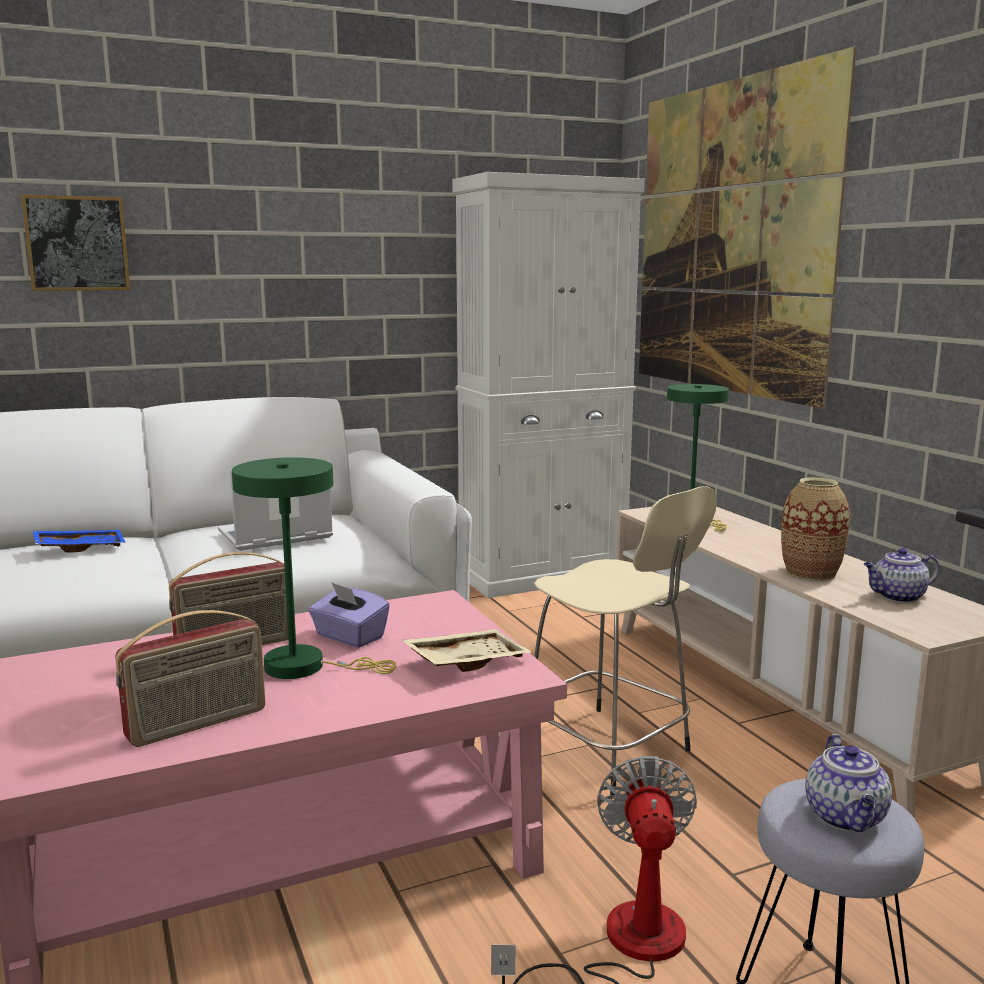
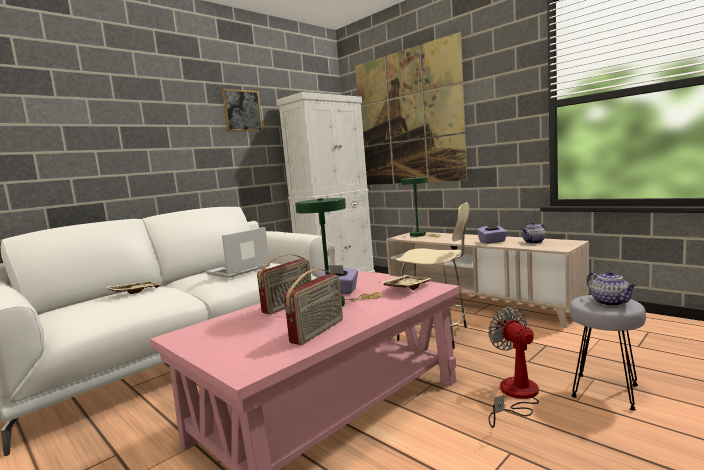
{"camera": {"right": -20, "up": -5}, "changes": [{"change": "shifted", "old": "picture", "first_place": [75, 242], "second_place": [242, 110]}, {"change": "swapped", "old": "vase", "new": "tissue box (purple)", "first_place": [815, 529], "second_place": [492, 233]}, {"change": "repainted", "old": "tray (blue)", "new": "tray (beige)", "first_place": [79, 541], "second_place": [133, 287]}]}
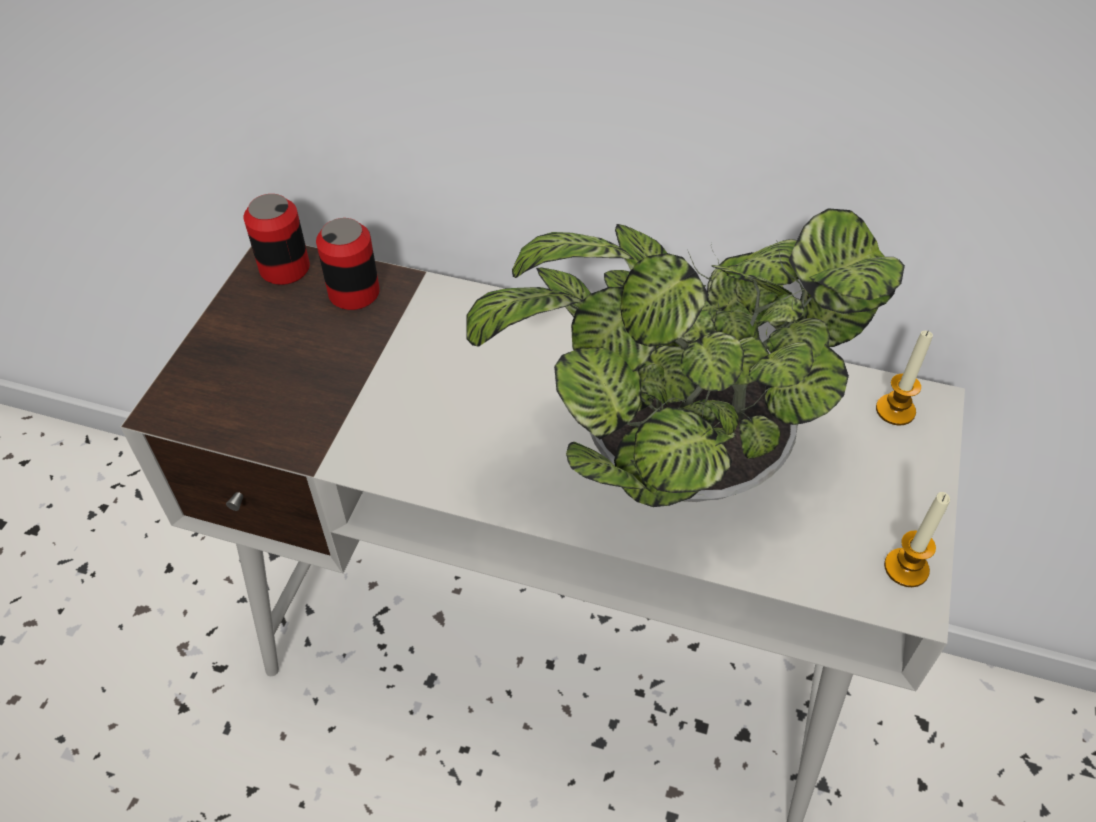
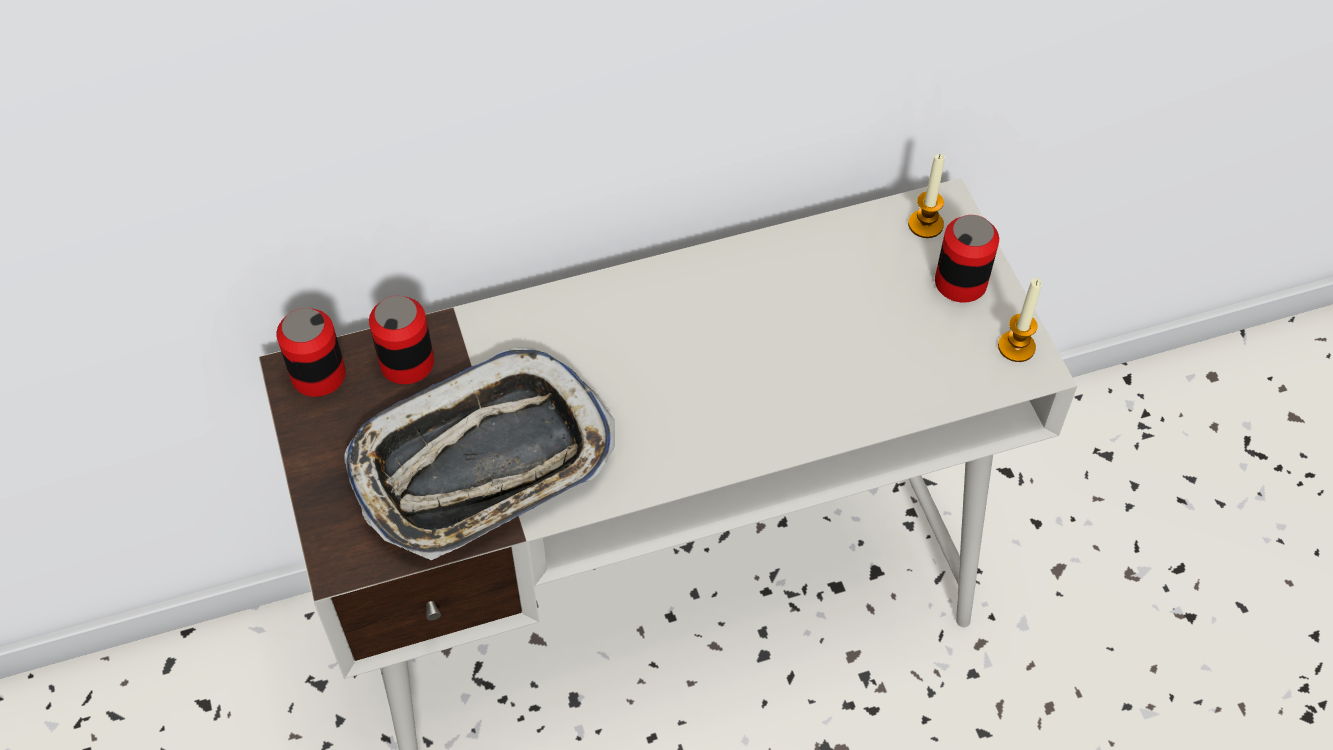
{"camera": {"right": -35, "up": 5}, "changes": [{"change": "gone", "old": "potted plant", "first_place": [685, 357]}, {"change": "new", "new": "tray", "second_place": [479, 453]}, {"change": "new", "new": "can", "second_place": [967, 259]}]}
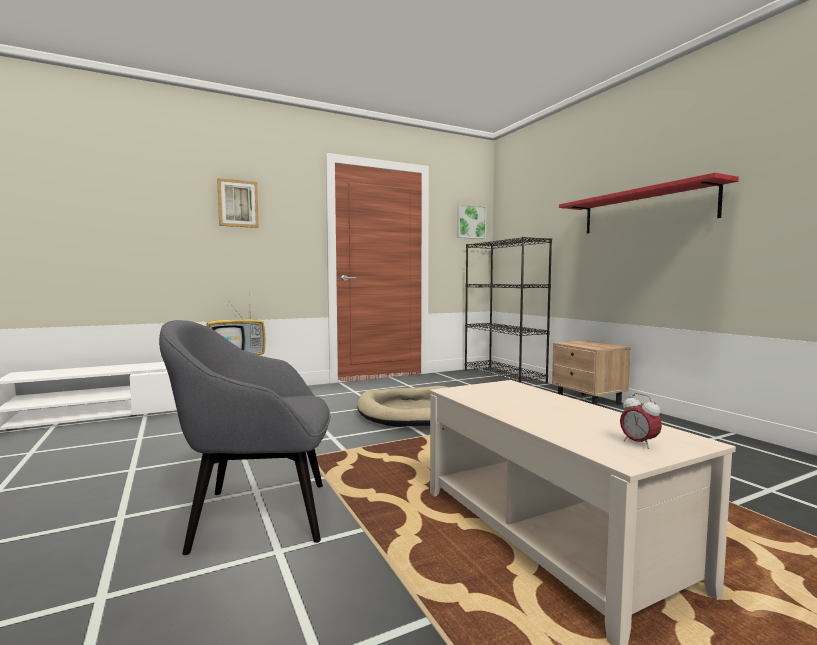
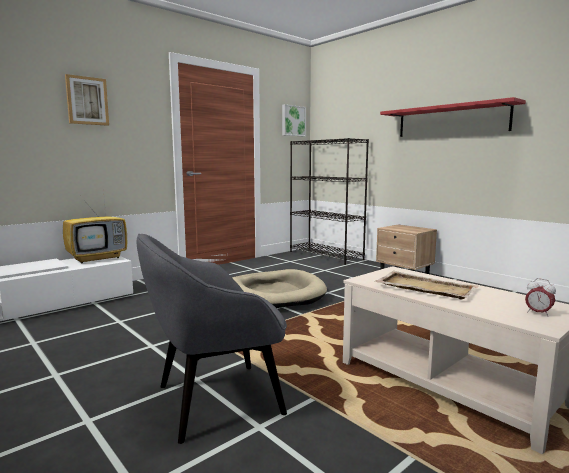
{"camera": {"right": -15, "up": 5}, "changes": [{"change": "new", "new": "tray (beige)", "second_place": [426, 285]}]}
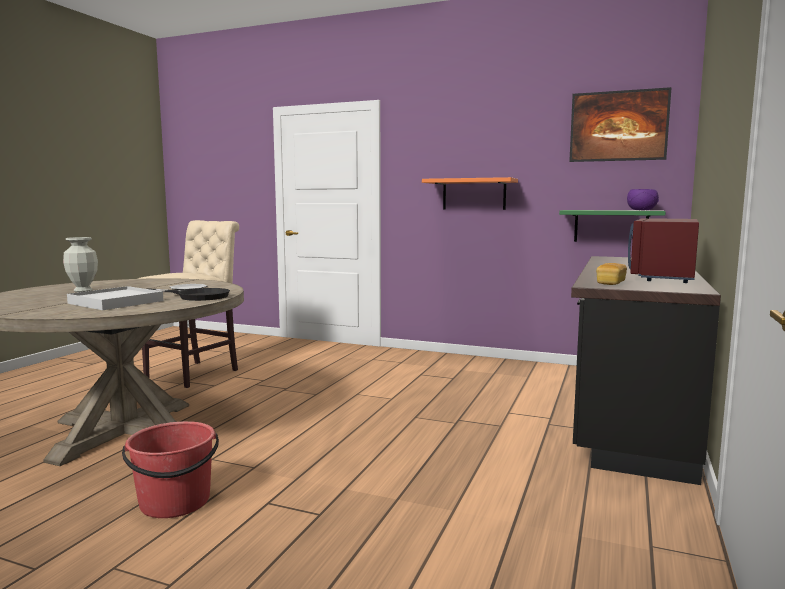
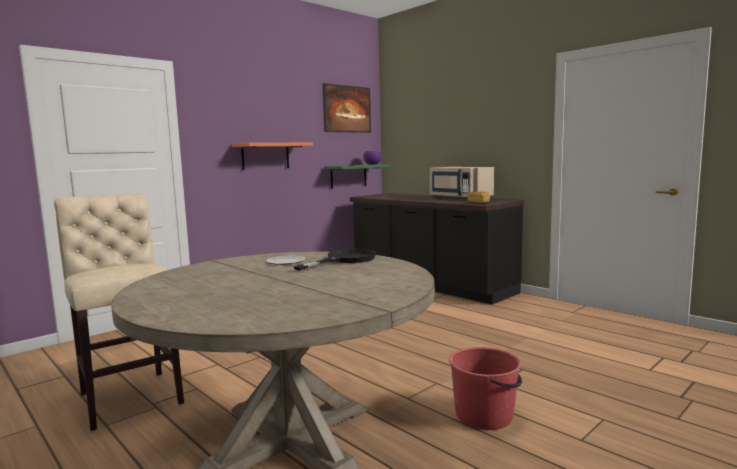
{"camera": {"right": -65, "up": 0}, "changes": [{"change": "gone", "old": "vase", "first_place": [80, 264]}, {"change": "gone", "old": "tray (white)", "first_place": [115, 298]}, {"change": "repainted", "old": "microwave (red)", "new": "microwave (beige)", "first_place": [663, 250], "second_place": [462, 182]}]}
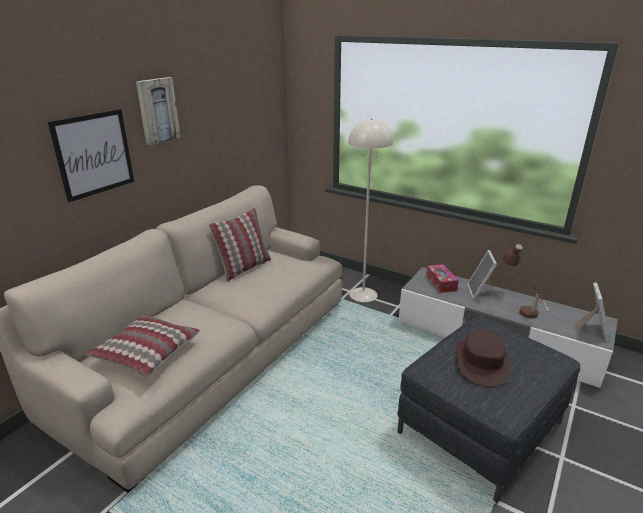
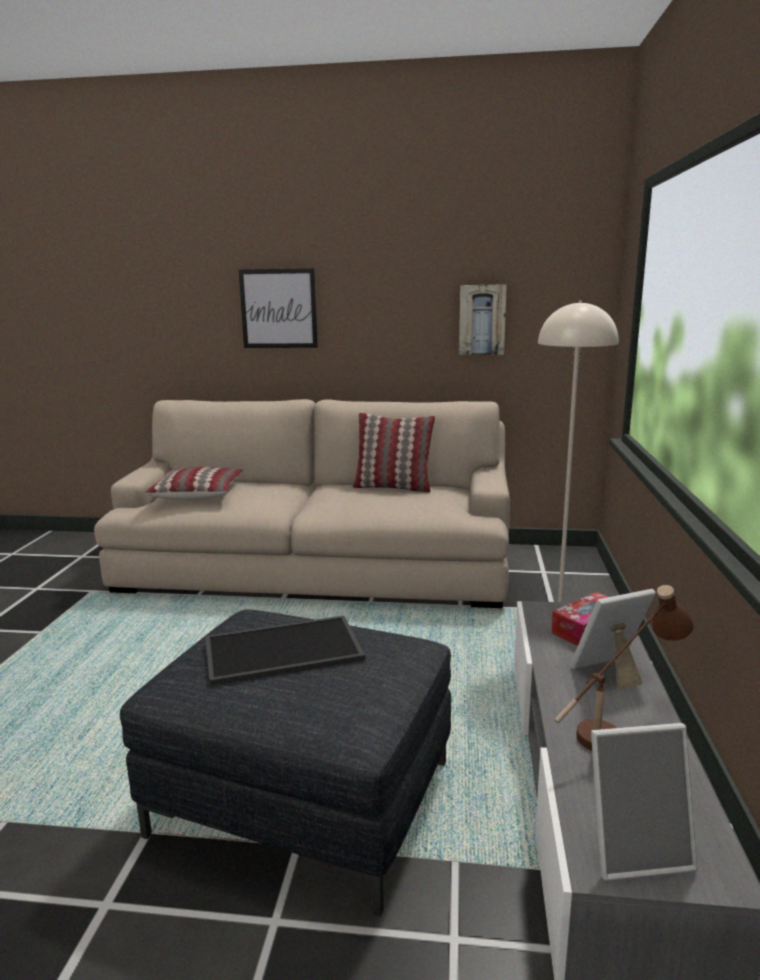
{"camera": {"right": 65, "up": -10}, "changes": [{"change": "shifted", "old": "picture", "first_place": [158, 111], "second_place": [483, 319]}, {"change": "swapped", "old": "hat (brown)", "new": "tray", "first_place": [483, 358], "second_place": [285, 651]}]}
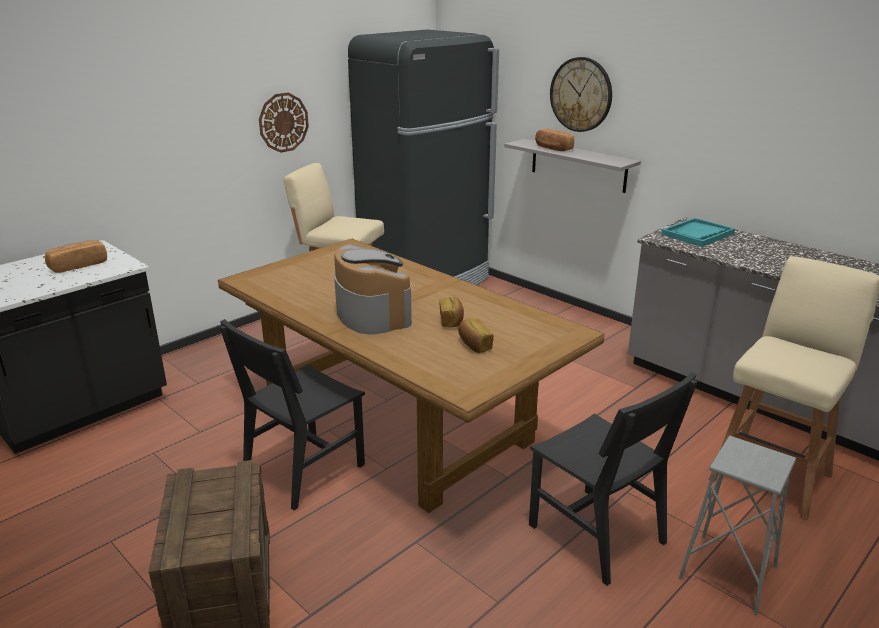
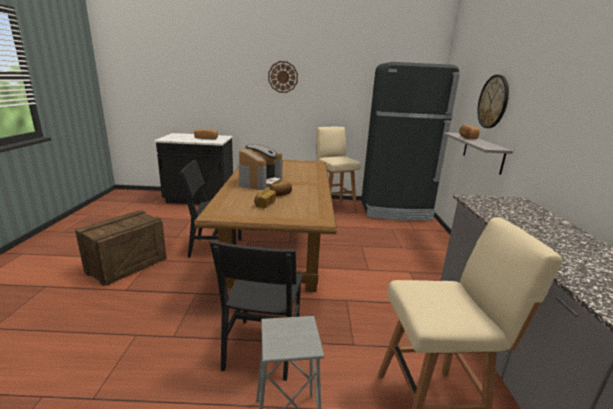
{"camera": {"right": 45, "up": -5}, "changes": [{"change": "gone", "old": "tray (turquoise)", "first_place": [698, 232]}, {"change": "shifted", "old": "wall clock", "first_place": [284, 123], "second_place": [283, 77]}]}
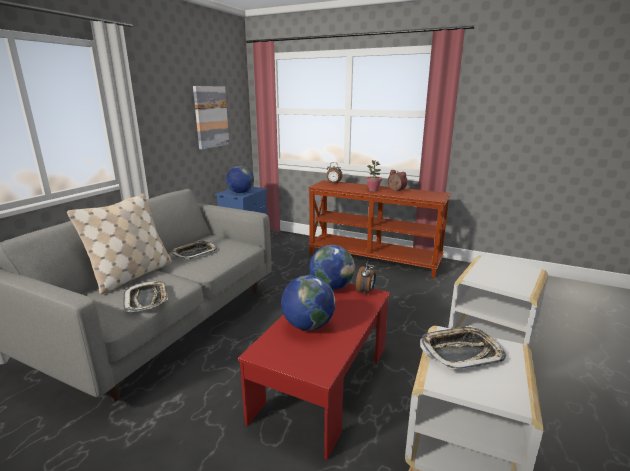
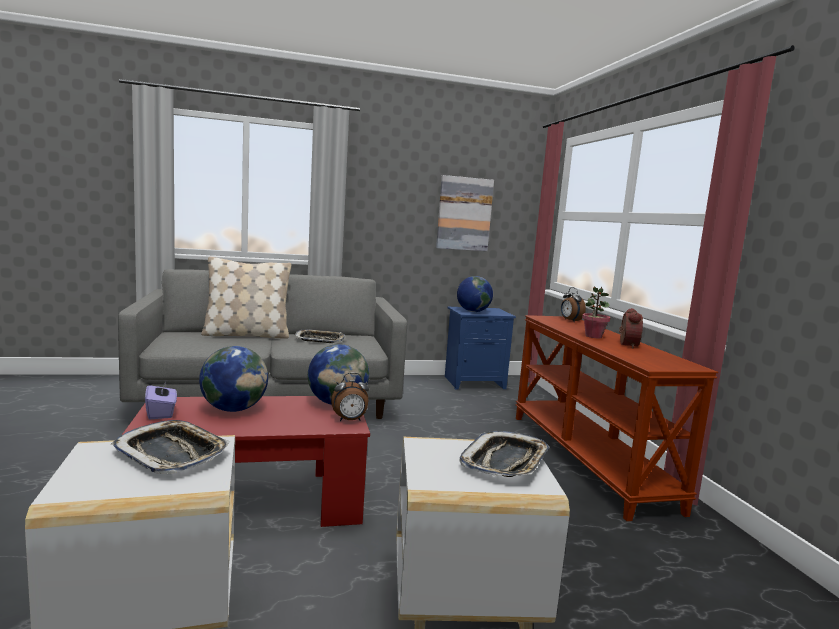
{"camera": {"right": 50, "up": -10}, "changes": [{"change": "new", "new": "tissue box (purple)", "second_place": [161, 399]}, {"change": "shifted", "old": "tray", "first_place": [145, 297], "second_place": [504, 454]}]}
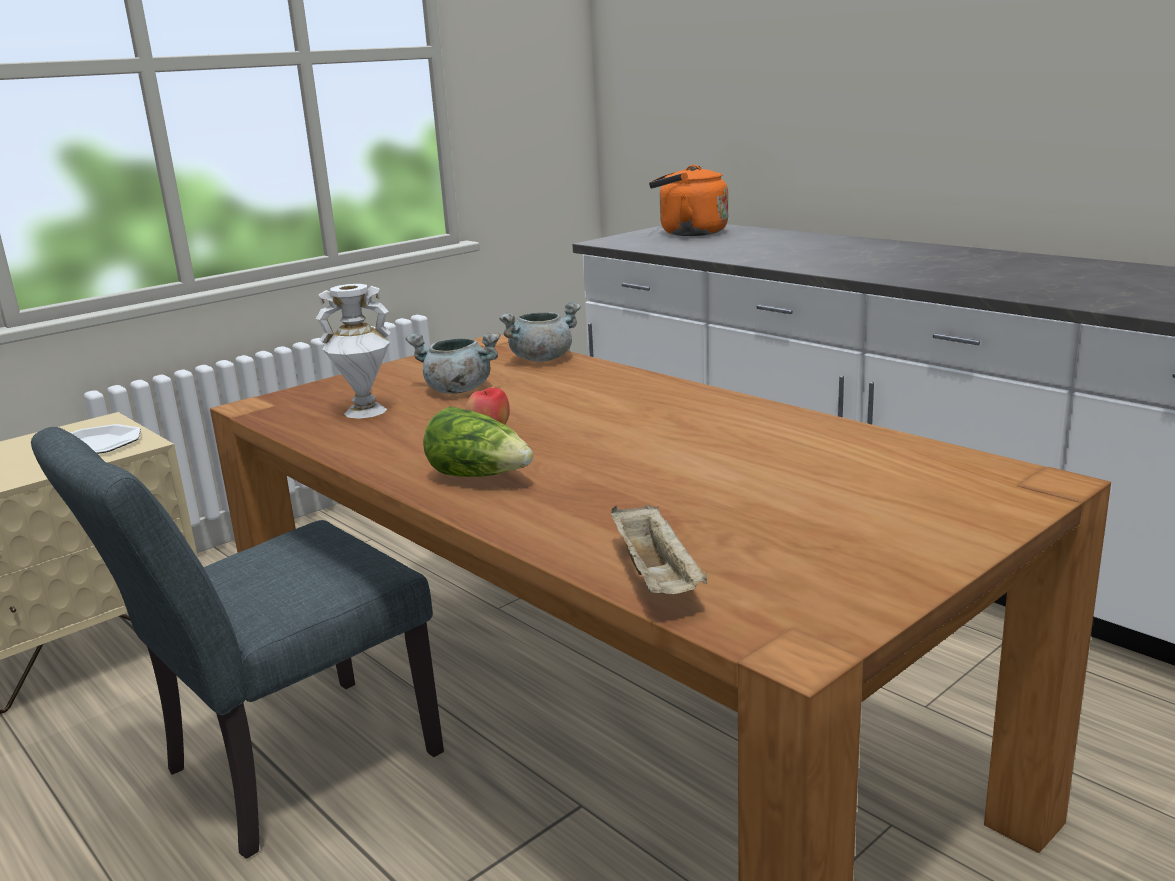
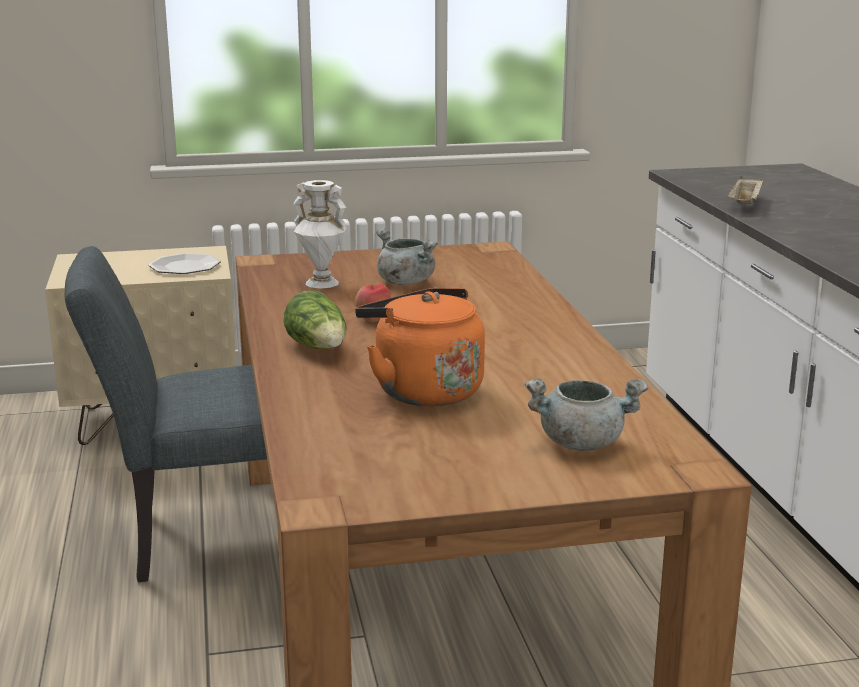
{"camera": {"right": 30, "up": 0}, "changes": [{"change": "shifted", "old": "cooking pot (grey)", "first_place": [540, 332], "second_place": [586, 414]}, {"change": "shifted", "old": "tray (beige)", "first_place": [659, 549], "second_place": [745, 190]}, {"change": "shifted", "old": "kettle (orange)", "first_place": [688, 200], "second_place": [420, 347]}]}
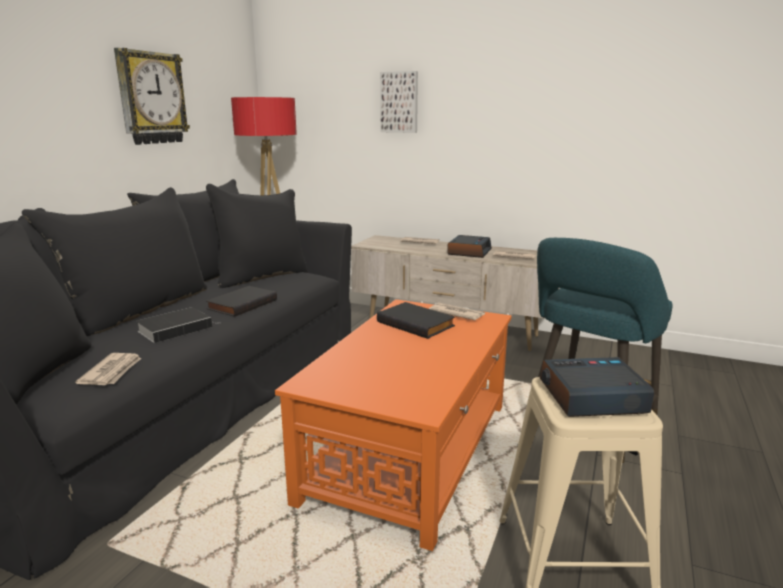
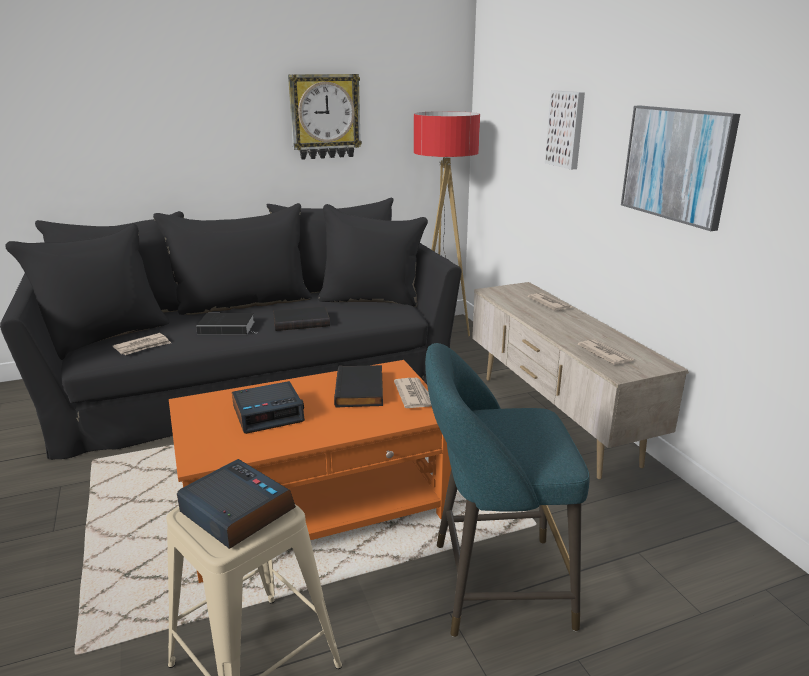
{"camera": {"right": 45, "up": 5}, "changes": [{"change": "new", "new": "picture", "second_place": [680, 168]}, {"change": "shifted", "old": "alarm clock", "first_place": [469, 246], "second_place": [268, 407]}]}
